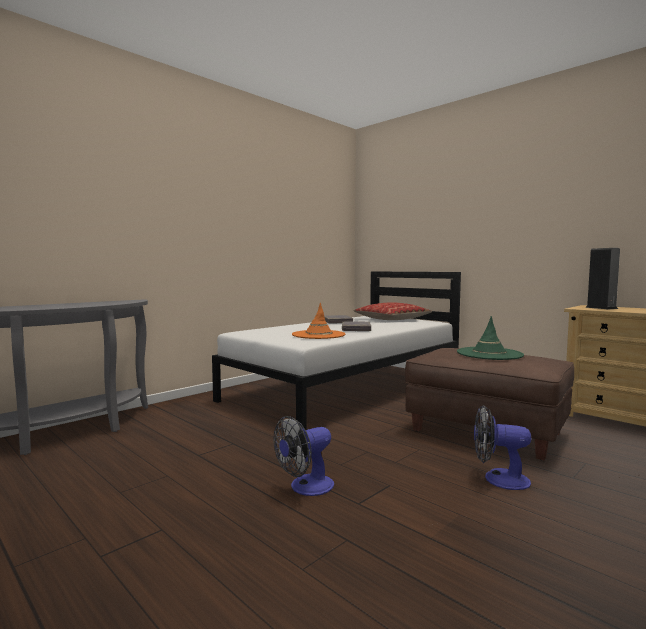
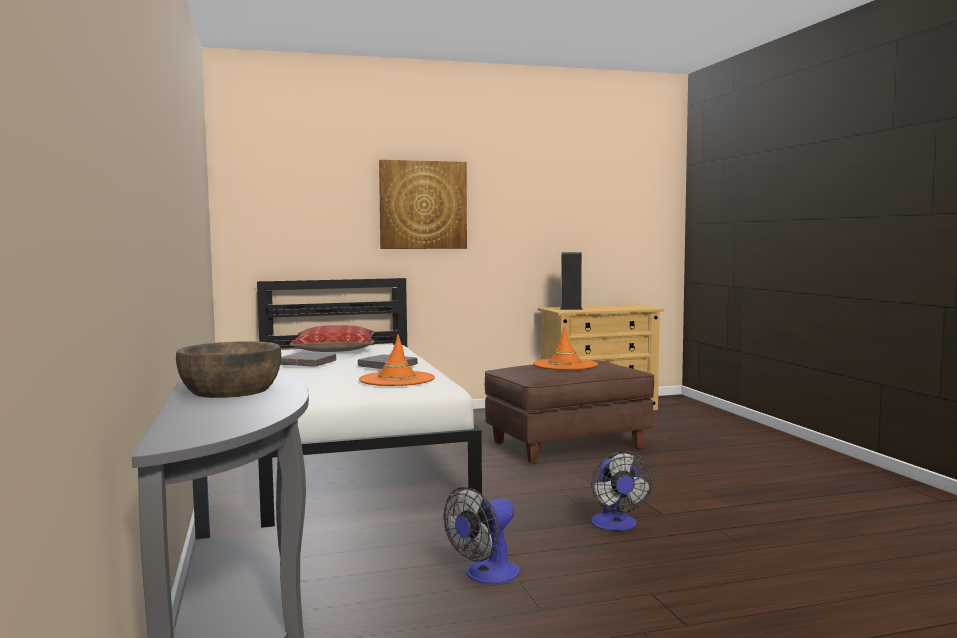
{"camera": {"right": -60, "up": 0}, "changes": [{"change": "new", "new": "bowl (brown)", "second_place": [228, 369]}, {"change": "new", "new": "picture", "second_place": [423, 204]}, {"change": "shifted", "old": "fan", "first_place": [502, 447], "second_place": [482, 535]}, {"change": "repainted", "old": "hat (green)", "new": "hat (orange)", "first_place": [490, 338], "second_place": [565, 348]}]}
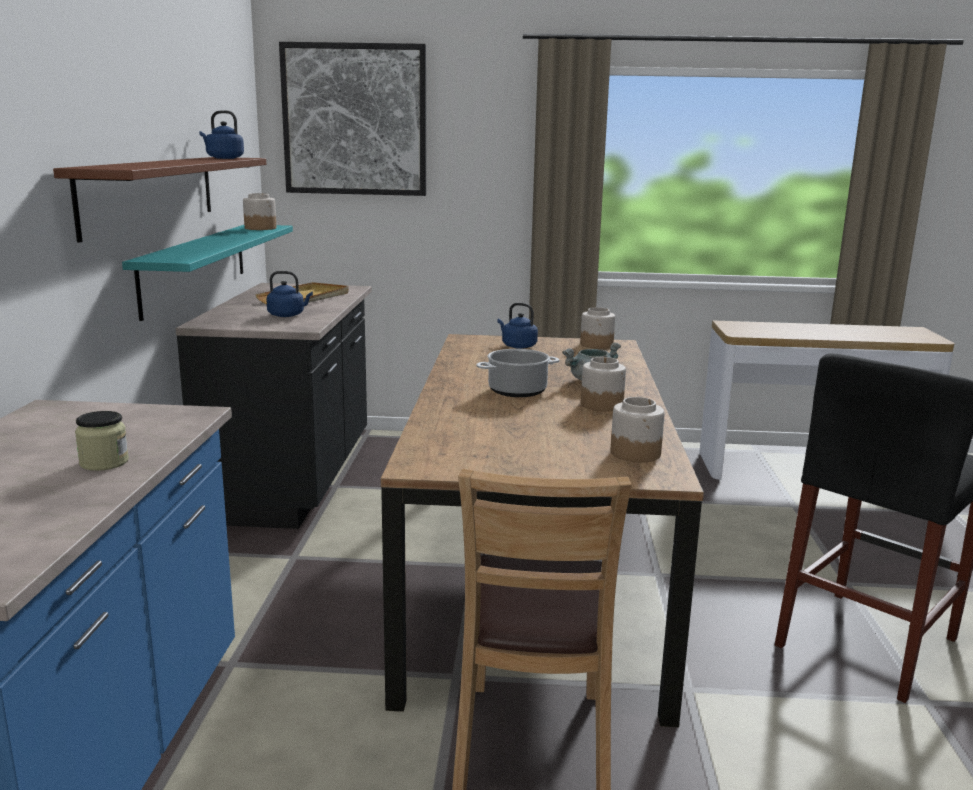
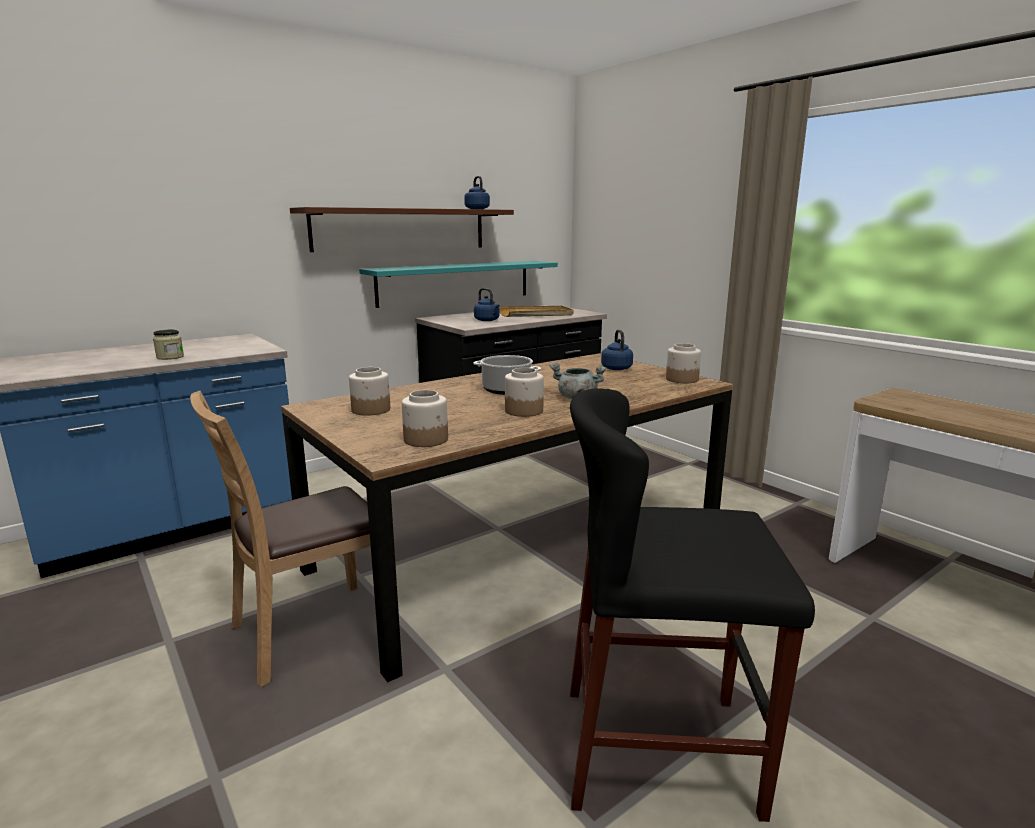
{"camera": {"right": 50, "up": 0}, "changes": [{"change": "gone", "old": "picture", "first_place": [352, 119]}, {"change": "shifted", "old": "jar", "first_place": [259, 211], "second_place": [369, 391]}]}
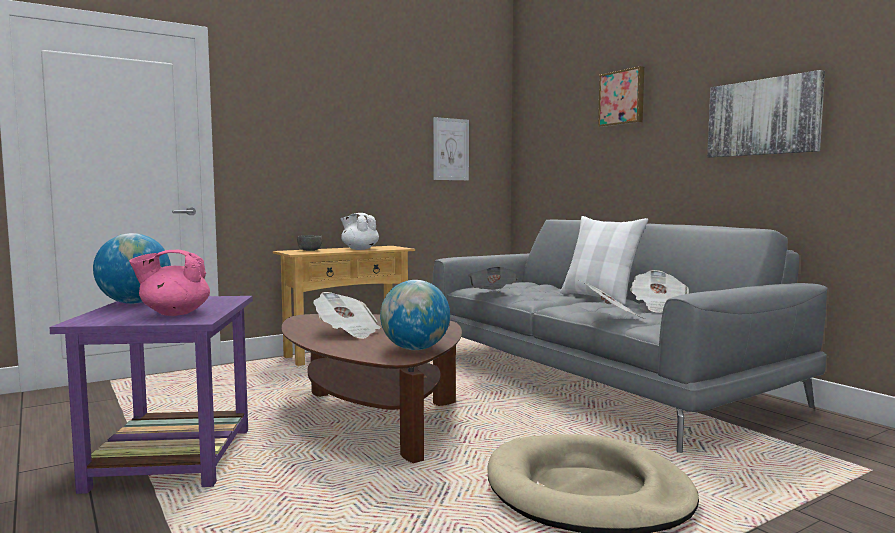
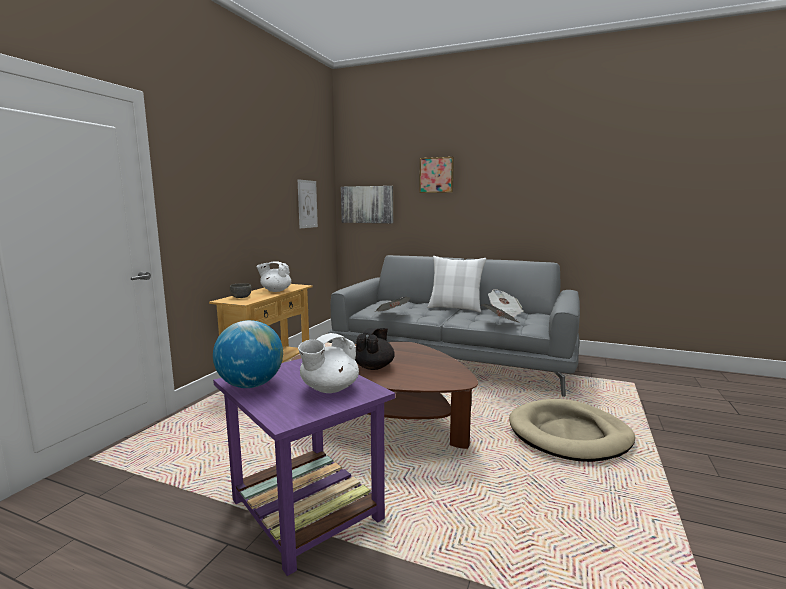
{"camera": {"right": -35, "up": 5}, "changes": [{"change": "gone", "old": "globe", "first_place": [415, 315]}, {"change": "shifted", "old": "picture", "first_place": [766, 114], "second_place": [367, 204]}, {"change": "swapped", "old": "newspaper", "new": "teapot (black)", "first_place": [347, 315], "second_place": [375, 349]}, {"change": "repainted", "old": "teapot (pink)", "new": "teapot (white)", "first_place": [169, 283], "second_place": [328, 363]}]}
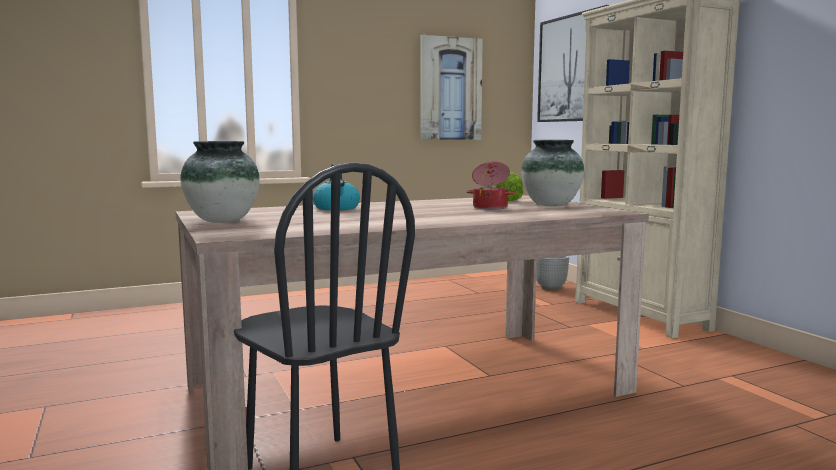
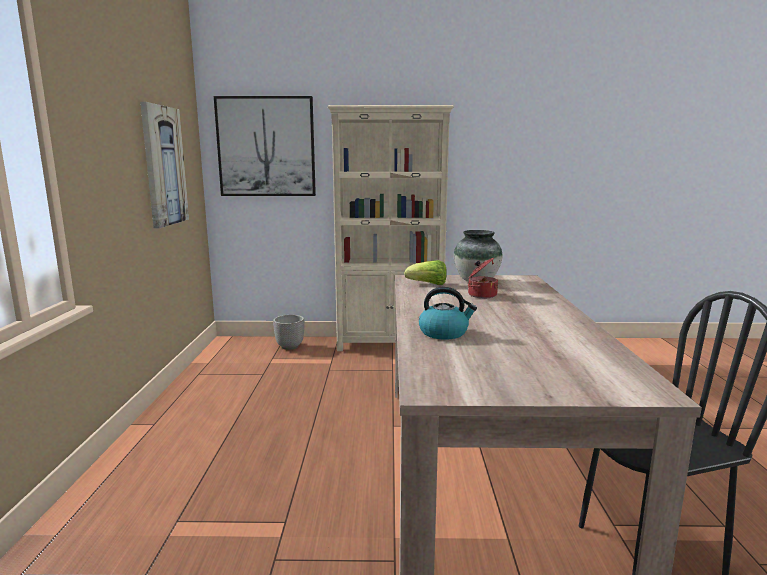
{"camera": {"right": -65, "up": 5}, "changes": [{"change": "gone", "old": "vase", "first_place": [220, 182]}]}
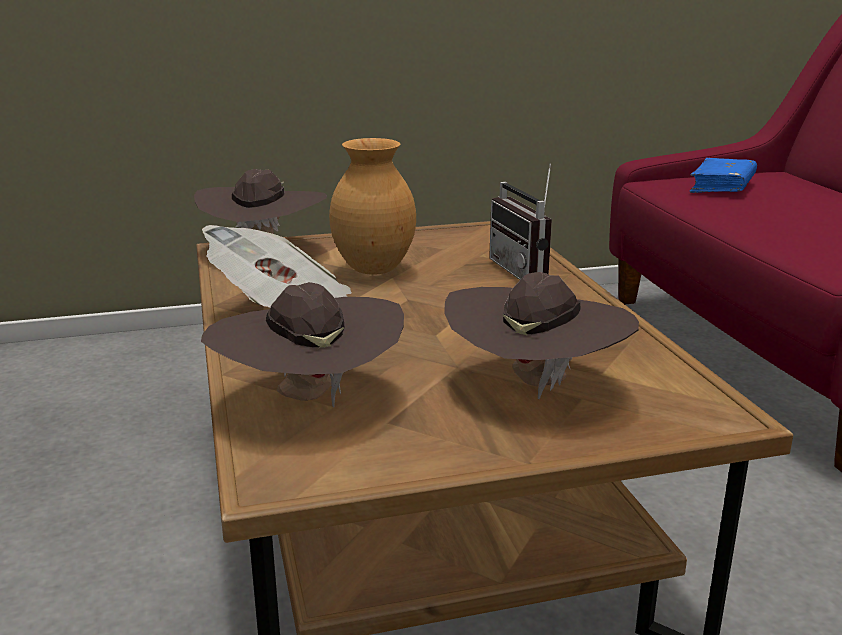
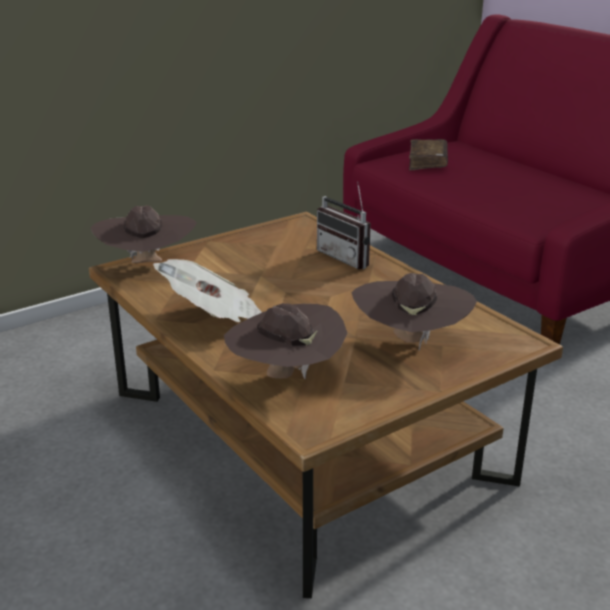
{"camera": {"right": -20, "up": 5}, "changes": [{"change": "gone", "old": "vase (brown)", "first_place": [372, 206]}, {"change": "repainted", "old": "book (blue)", "new": "book (brown)", "first_place": [723, 175], "second_place": [428, 154]}]}
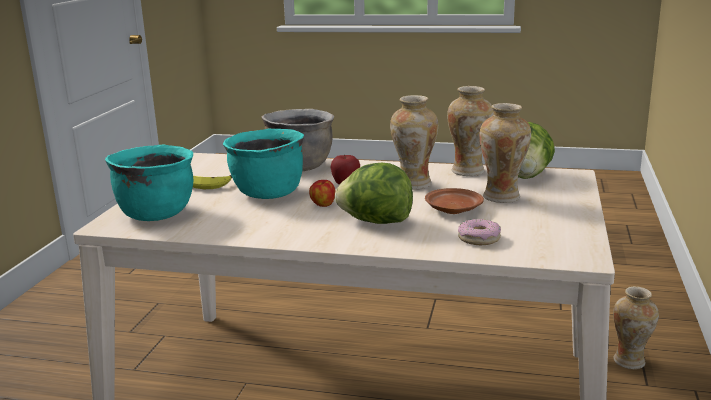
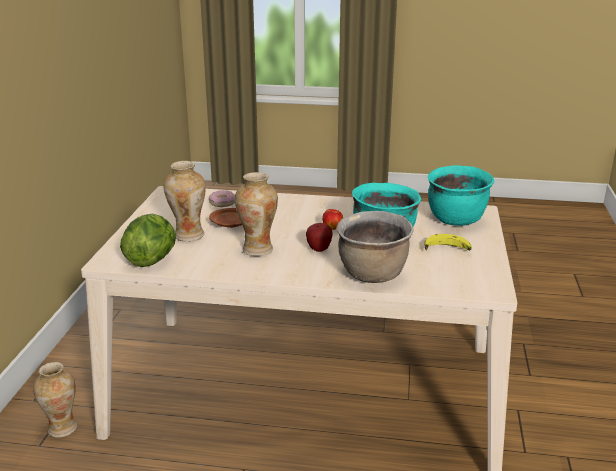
{"camera": {"right": 175, "up": 5}, "changes": [{"change": "gone", "old": "lettuce", "first_place": [374, 193]}, {"change": "gone", "old": "vase", "first_place": [470, 131]}]}
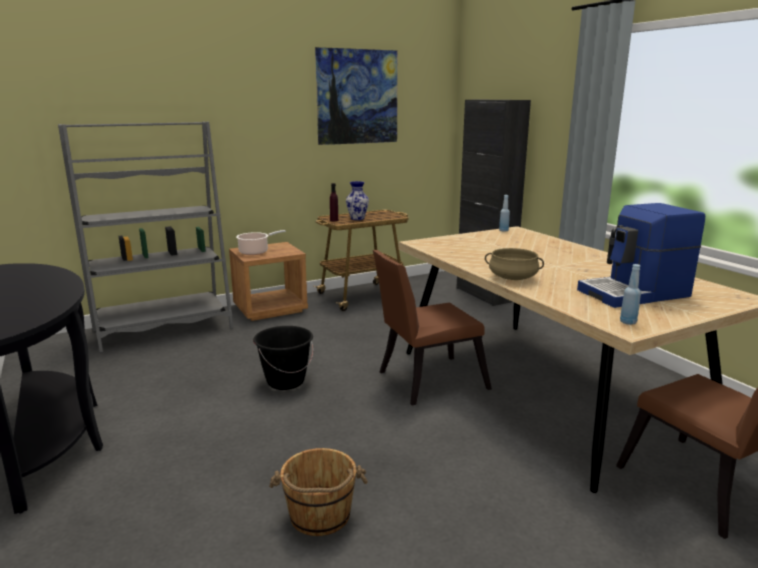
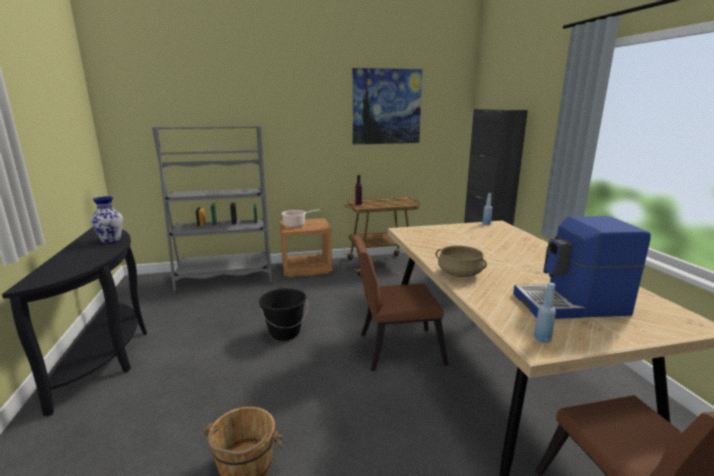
{"camera": {"right": 15, "up": 0}, "changes": [{"change": "shifted", "old": "vase", "first_place": [357, 200], "second_place": [107, 219]}]}
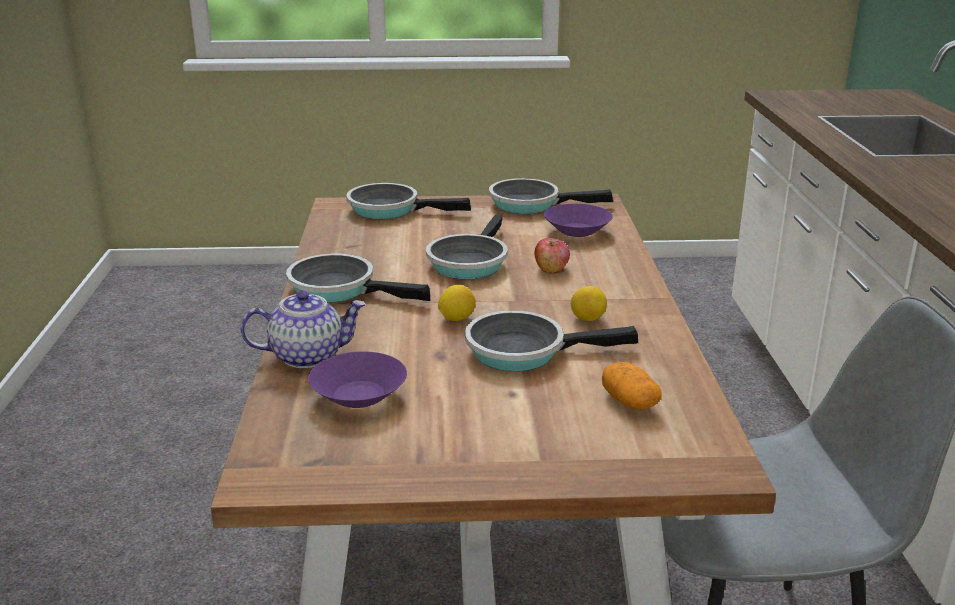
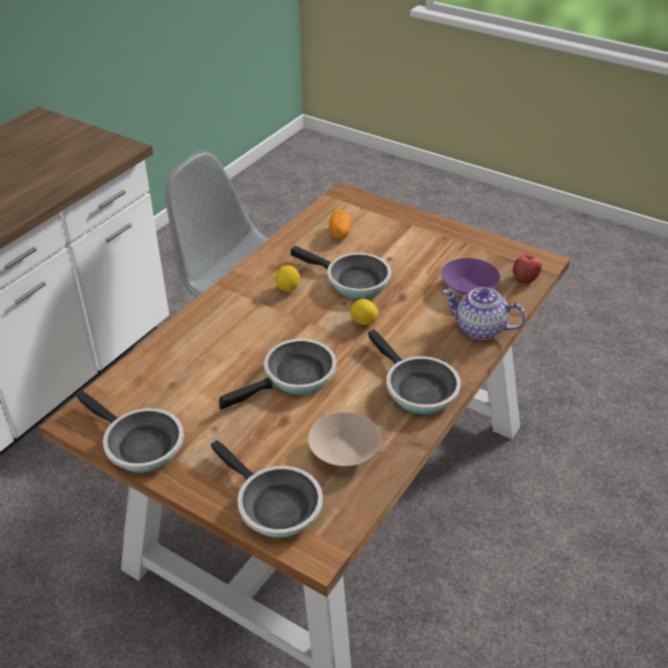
{"camera": {"right": -145, "up": 15}, "changes": [{"change": "gone", "old": "bowl (purple)", "first_place": [578, 220]}, {"change": "new", "new": "bowl (beige)", "second_place": [344, 439]}, {"change": "shifted", "old": "apple", "first_place": [552, 256], "second_place": [527, 269]}]}
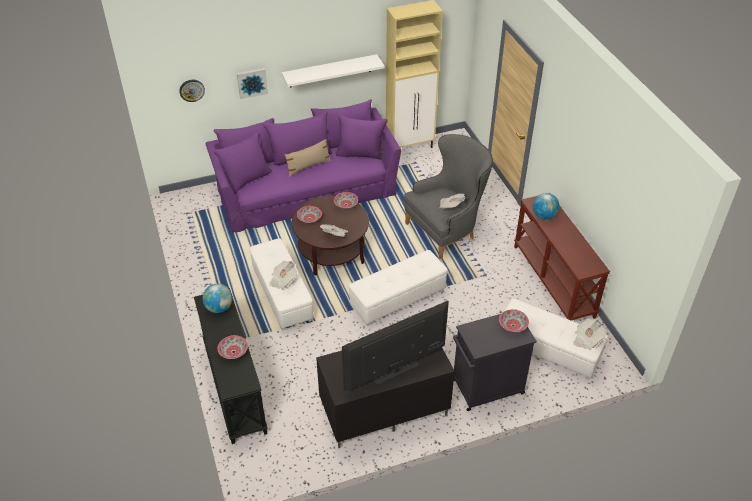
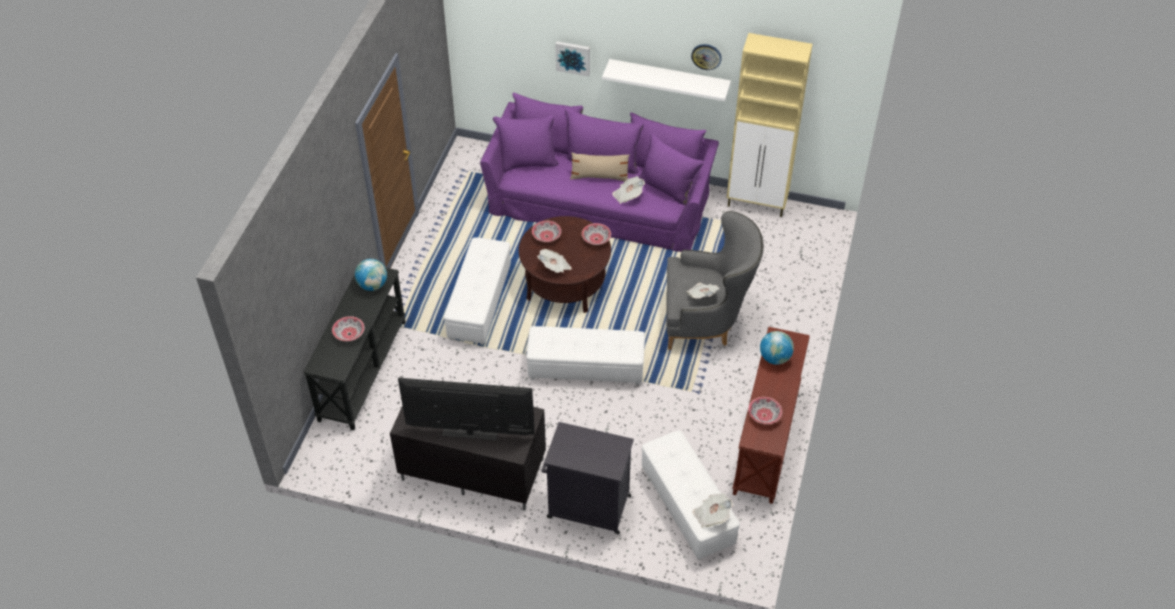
{"camera": {"right": 35, "up": 5}, "changes": [{"change": "shifted", "old": "wall clock", "first_place": [192, 91], "second_place": [706, 57]}, {"change": "shifted", "old": "newspaper", "first_place": [283, 275], "second_place": [628, 190]}, {"change": "shifted", "old": "bowl", "first_place": [514, 320], "second_place": [765, 410]}]}
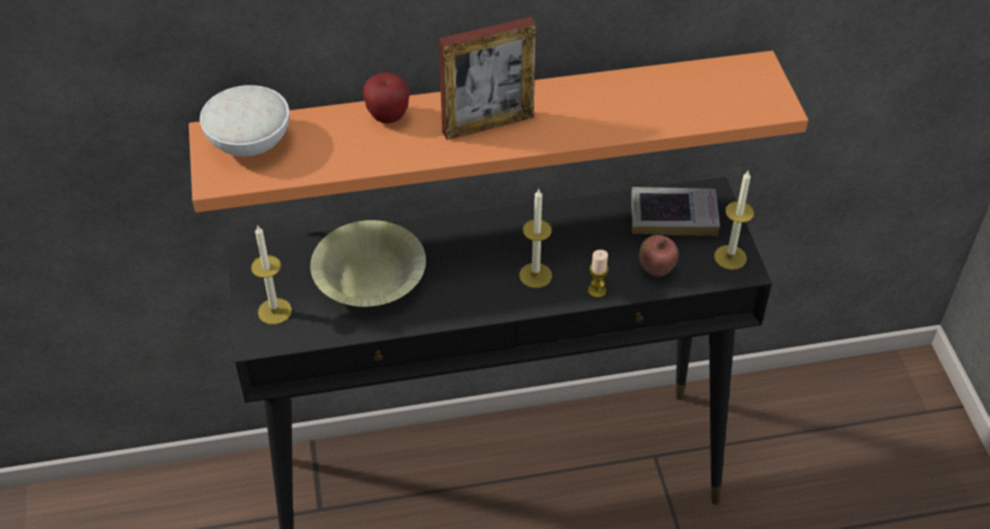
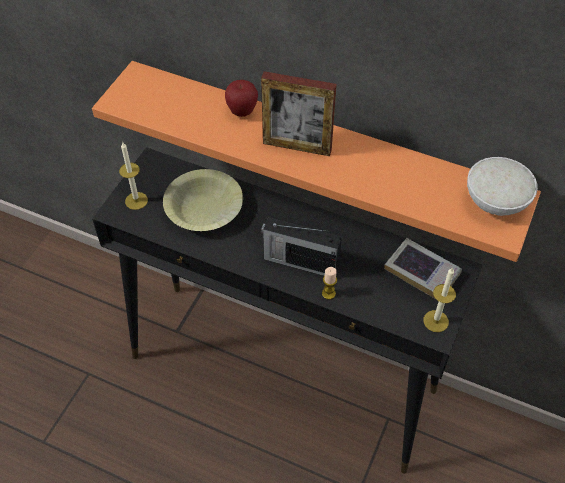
{"camera": {"right": 35, "up": 5}, "changes": [{"change": "gone", "old": "apple", "first_place": [659, 256]}, {"change": "shifted", "old": "bowl (white)", "first_place": [244, 121], "second_place": [502, 186]}, {"change": "swapped", "old": "candle", "new": "radio", "first_place": [535, 238], "second_place": [301, 246]}]}
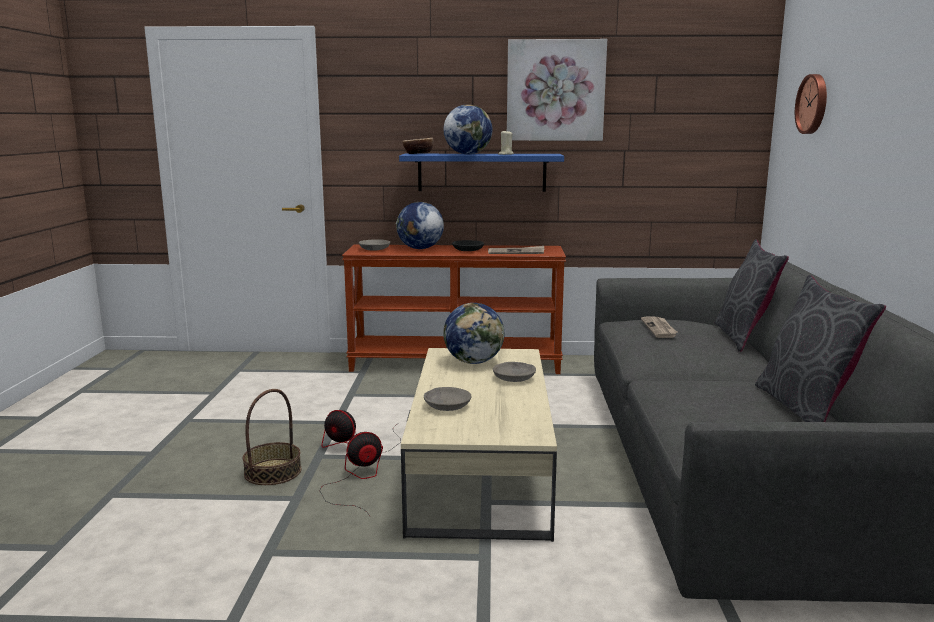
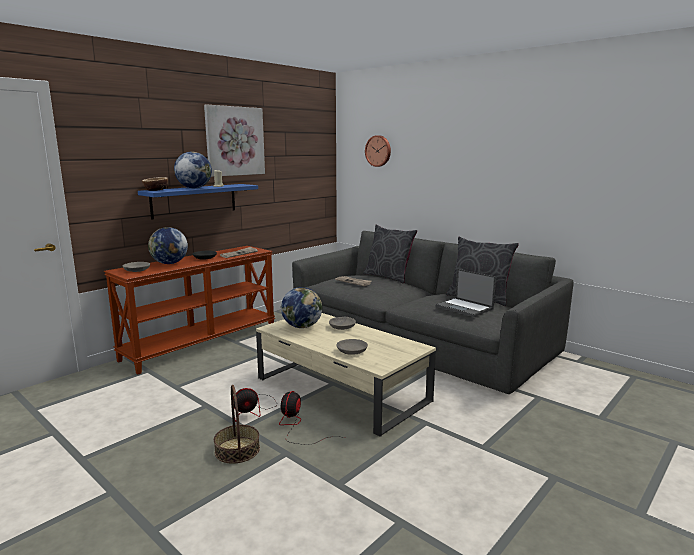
{"camera": {"right": -50, "up": 0}, "changes": [{"change": "new", "new": "laptop", "second_place": [466, 293]}]}
